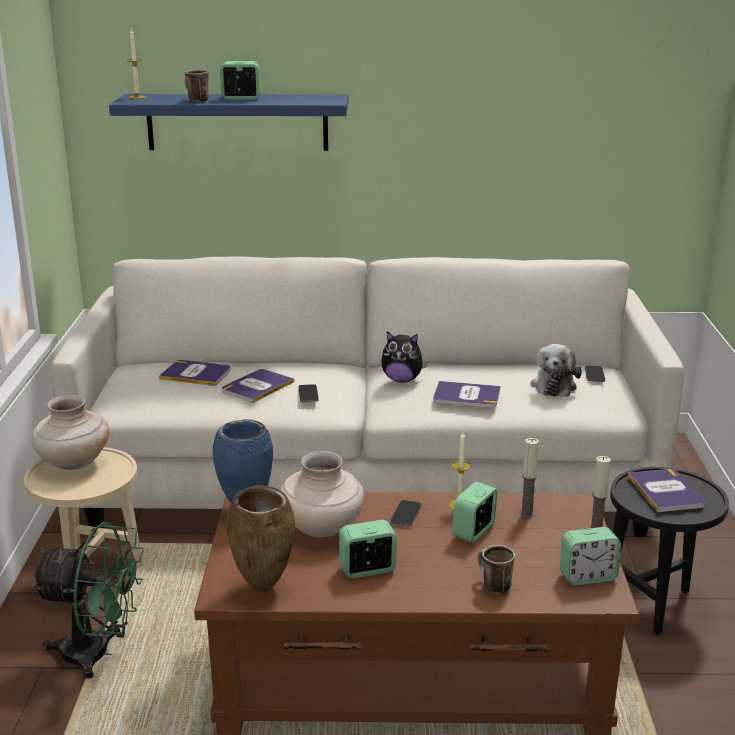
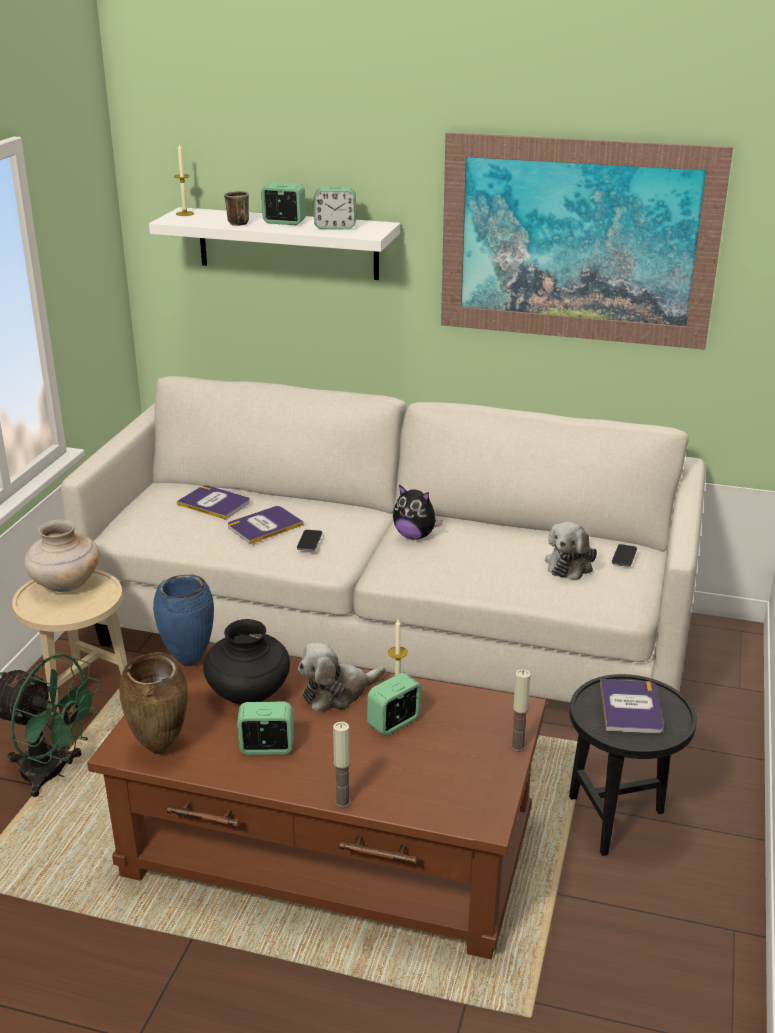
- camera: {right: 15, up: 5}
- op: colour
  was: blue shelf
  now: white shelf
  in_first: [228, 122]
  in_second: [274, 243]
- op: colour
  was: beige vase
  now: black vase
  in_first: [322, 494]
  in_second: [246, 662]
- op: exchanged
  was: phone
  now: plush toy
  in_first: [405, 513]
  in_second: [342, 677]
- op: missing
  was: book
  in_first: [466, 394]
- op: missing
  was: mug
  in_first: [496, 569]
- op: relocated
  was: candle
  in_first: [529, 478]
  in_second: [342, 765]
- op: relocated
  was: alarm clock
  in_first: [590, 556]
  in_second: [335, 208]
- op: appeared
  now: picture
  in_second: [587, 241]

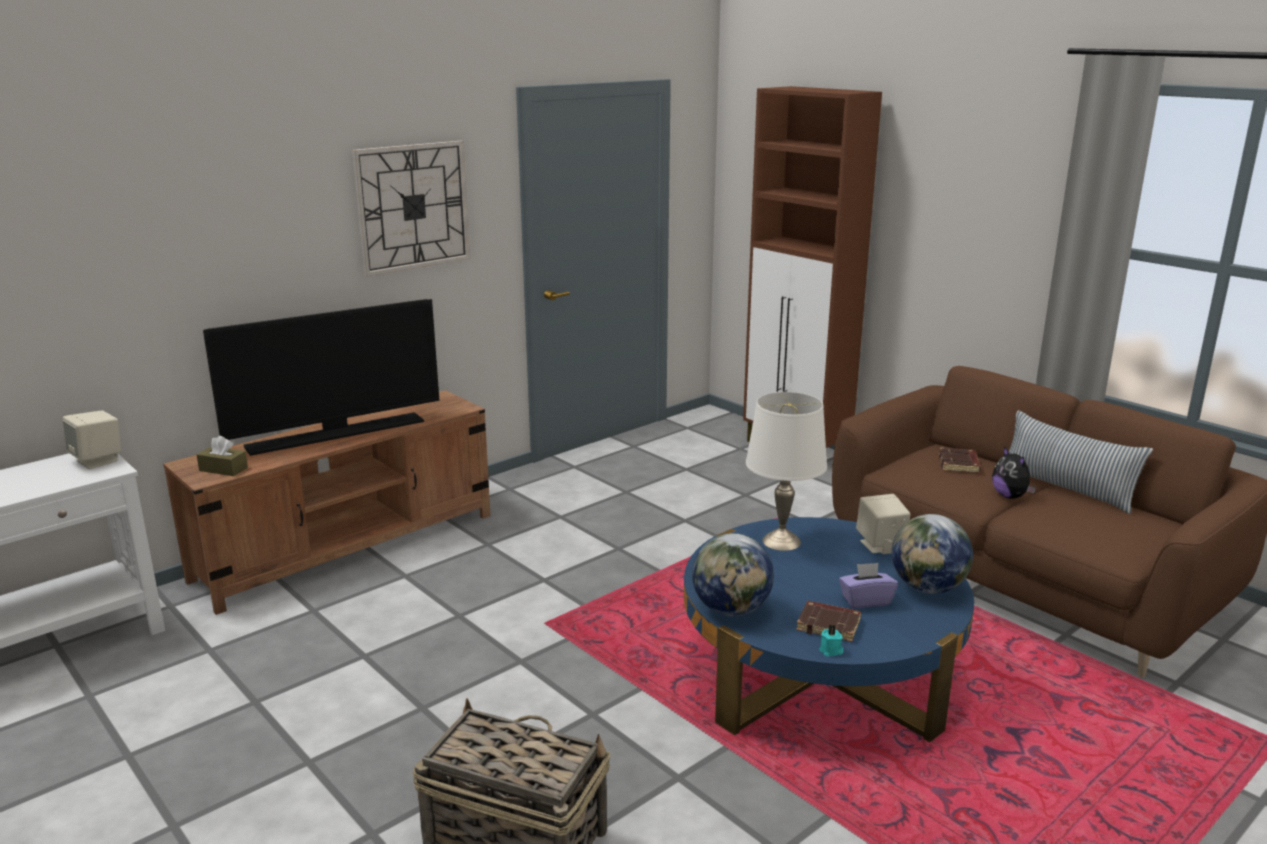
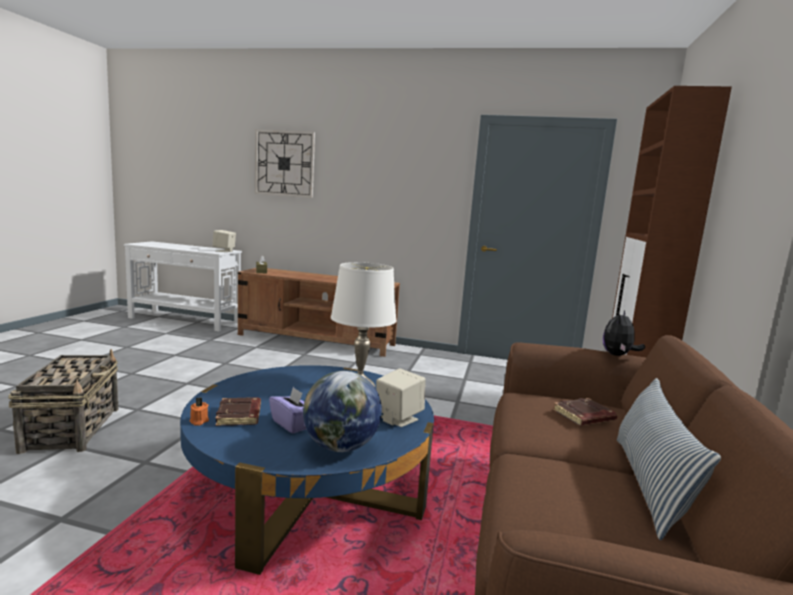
- camera: {right: 55, up: -10}
- op: missing
  was: television
  in_first: [321, 377]
- op: relocated
  was: wall clock
  in_first: [411, 208]
  in_second: [285, 164]
- op: missing
  was: globe
  in_first: [733, 574]
- op: colour
  was: turquoise candle
  now: orange candle
  in_first: [831, 640]
  in_second: [199, 412]
- op: relocated
  was: plush toy
  in_first: [1014, 472]
  in_second: [624, 333]

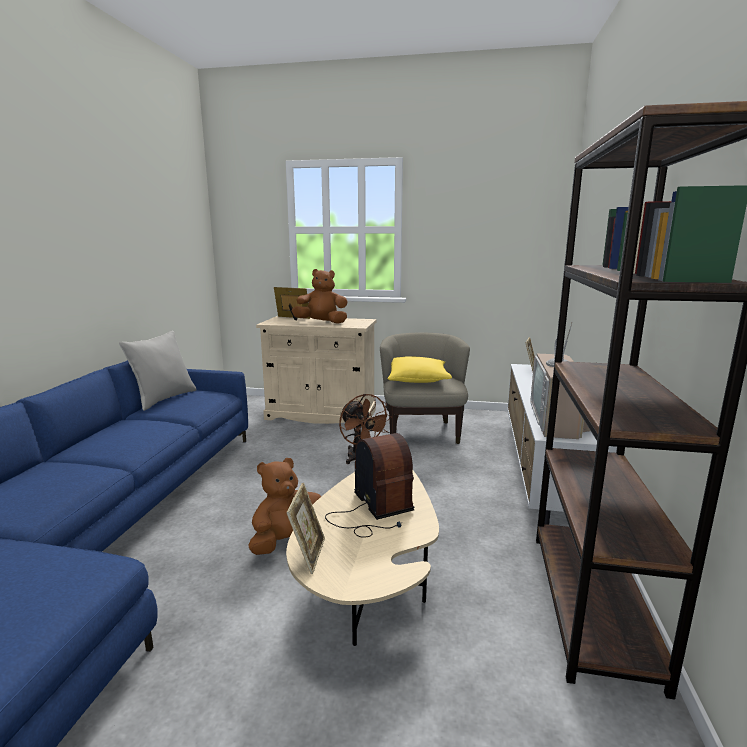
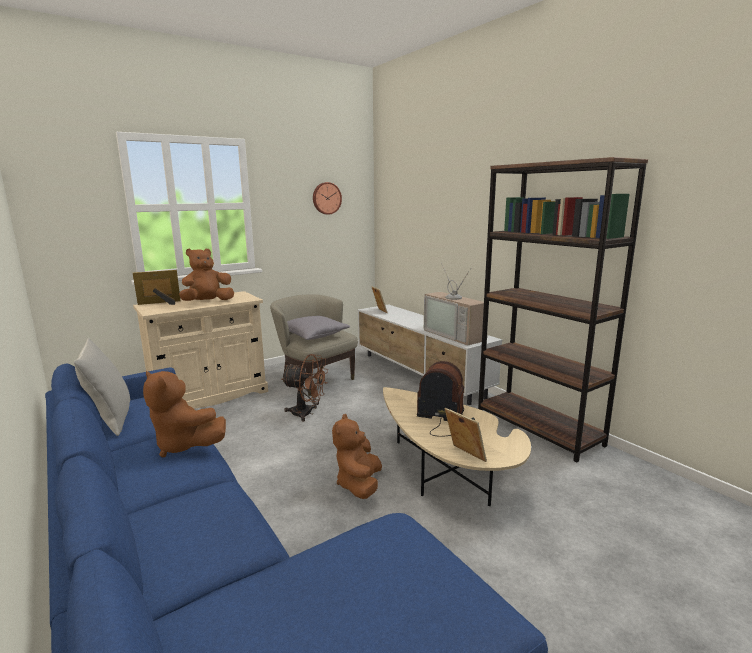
- camera: {right: -45, up: 0}
- op: colour
  was: yellow pillow
  now: grey pillow
  in_first: [419, 369]
  in_second: [318, 328]
- op: appeared
  now: brown plush toy
  in_second: [184, 414]
- op: appeared
  now: wall clock
  in_second: [327, 198]

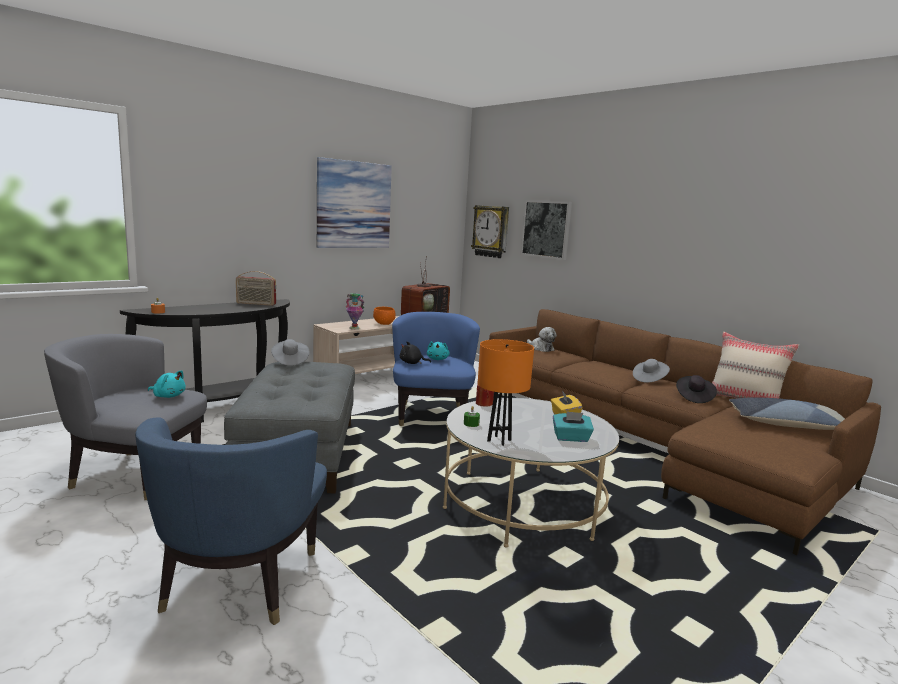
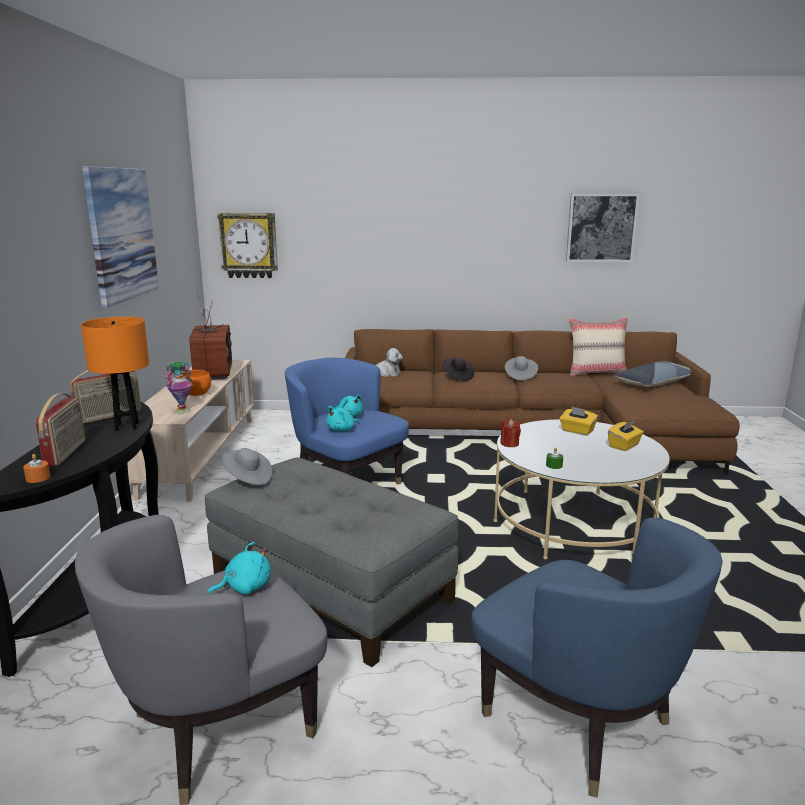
- camera: {right: -45, up: 5}
- op: colour
  was: black plush toy
  now: turquoise plush toy
  in_first: [415, 352]
  in_second: [343, 419]
- op: relocated
  was: orange table lamp
  in_first: [506, 392]
  in_second: [115, 374]
- op: relocated
  was: picture
  in_first: [546, 230]
  in_second: [603, 228]
- op: colour
  was: turquoise tissue box
  now: yellow tissue box
  in_first: [573, 426]
  in_second: [626, 435]
- op: relocated
  was: black hat
  in_first: [696, 389]
  in_second: [459, 369]
- op: appeared
  now: radio
  in_second: [60, 429]

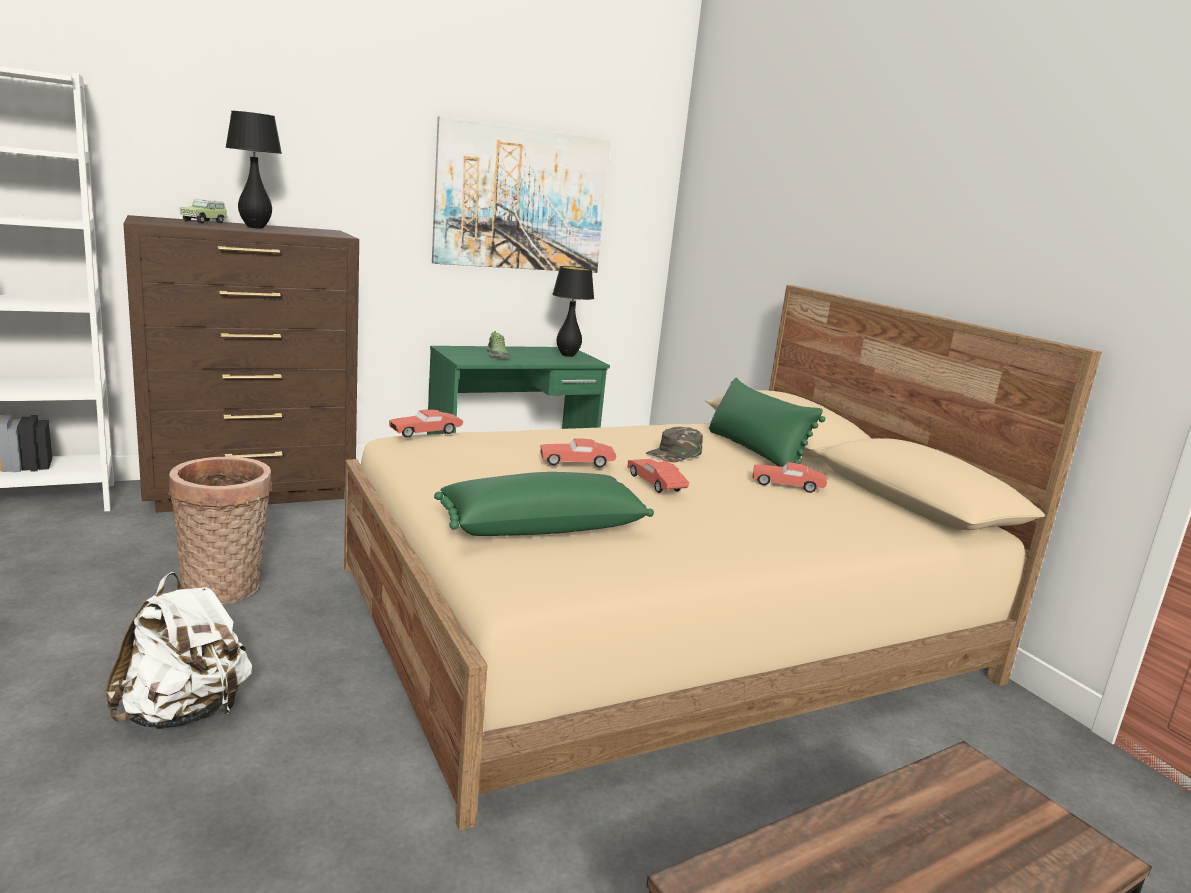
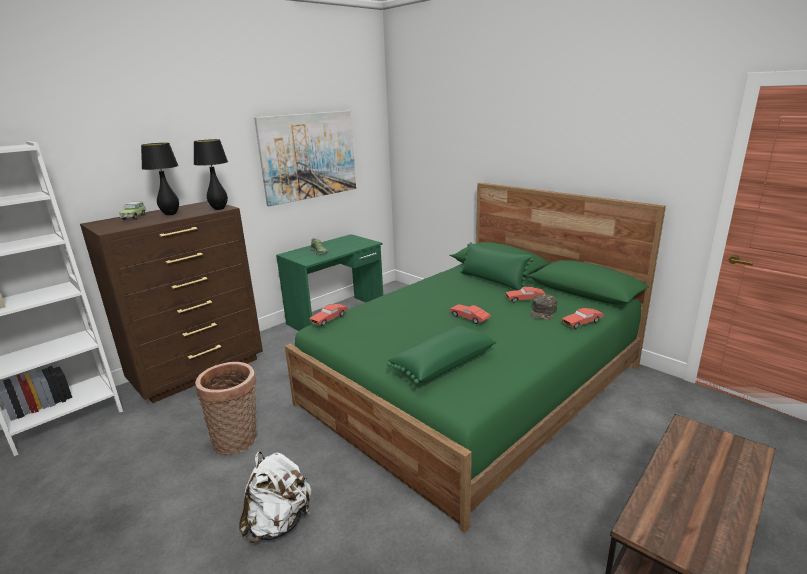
- camera: {right: -15, up: 5}
- op: colour
  was: beige bed
  now: green bed
  in_first: [723, 558]
  in_second: [475, 358]
- op: relocated
  was: red toy car
  in_first: [578, 452]
  in_second: [583, 318]
- op: relocated
  was: black table lamp
  in_first: [573, 311]
  in_second: [211, 174]
- op: relocated
  was: green cap
  in_first: [674, 444]
  in_second: [543, 307]

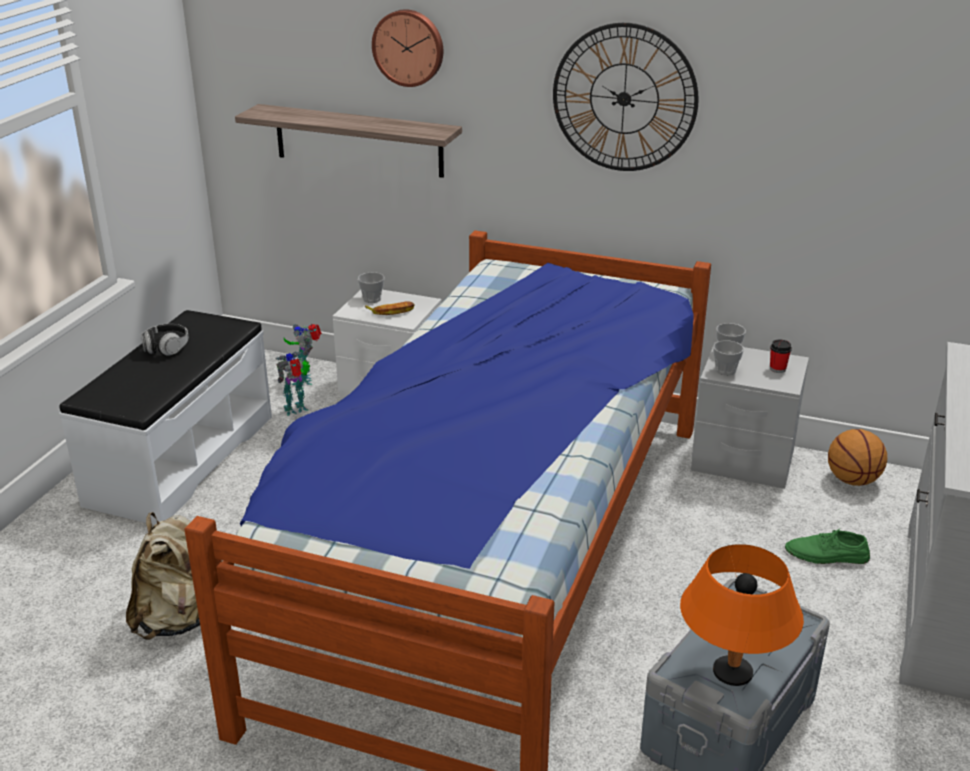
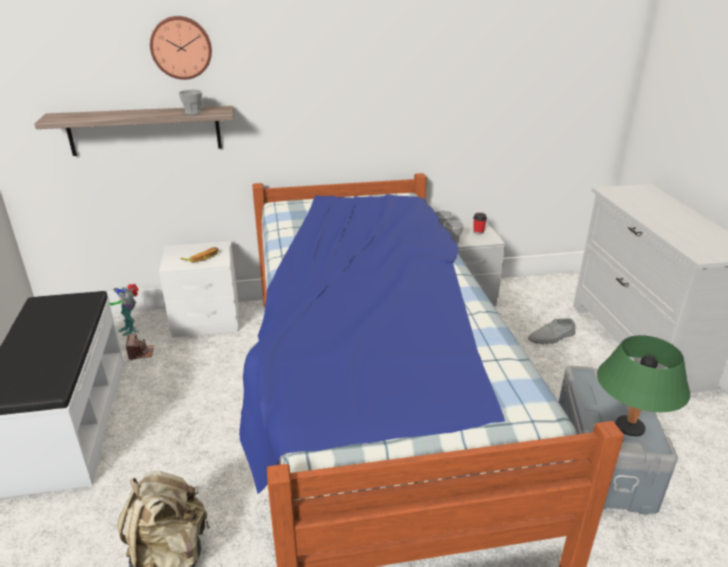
- camera: {right: -30, up: 0}
- op: missing
  was: headphones
  in_first: [165, 340]
- op: exchanged
  was: toy robot
  now: photo camera
  in_first: [292, 384]
  in_second: [140, 347]
- op: relocated
  was: cup
  in_first: [371, 287]
  in_second: [190, 102]
- op: missing
  was: wall clock
  in_first: [626, 97]
- op: colour
  was: orange table lamp
  now: green table lamp
  in_first: [742, 615]
  in_second: [643, 385]
- op: colour
  was: green shoe
  now: grey shoe
  in_first: [827, 546]
  in_second: [551, 331]
- op: missing
  was: basketball
  in_first: [857, 457]

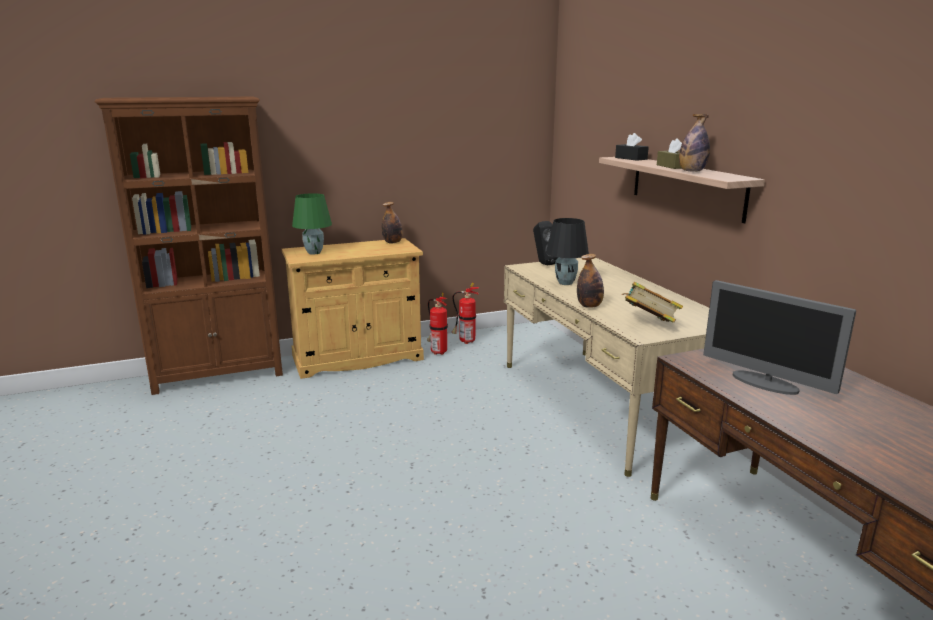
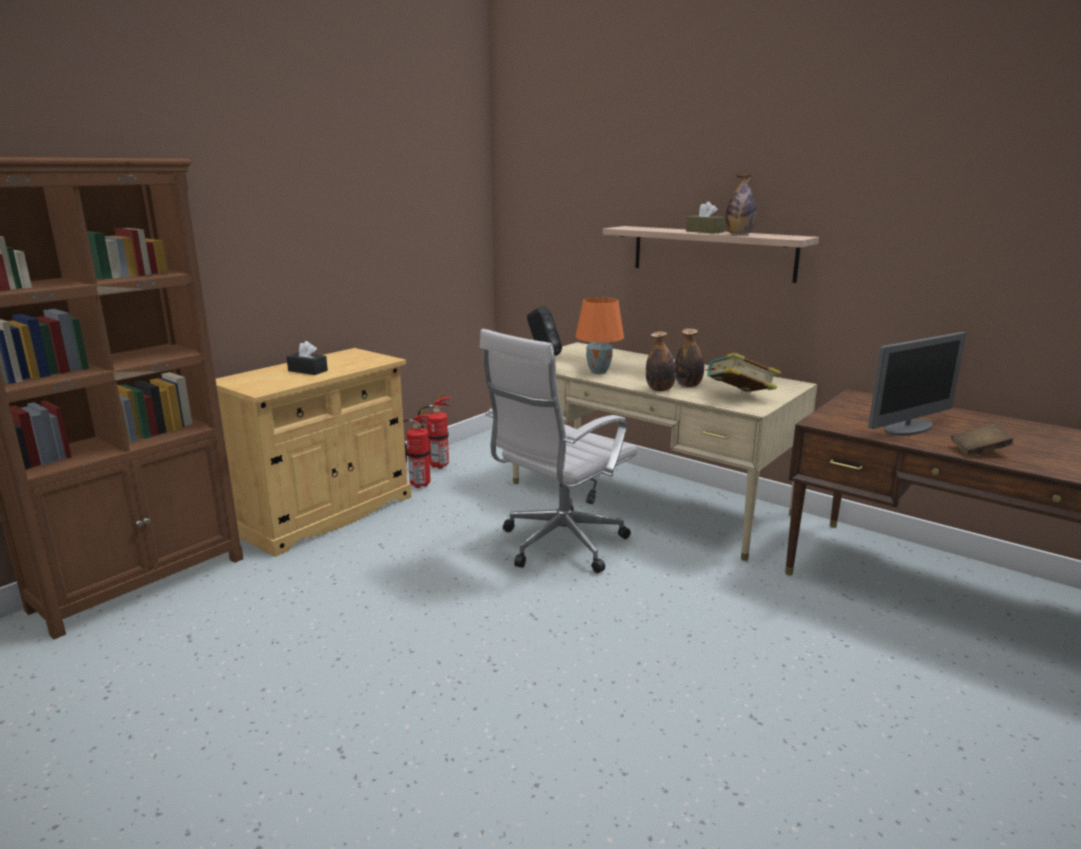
- camera: {right: -30, up: 0}
- op: missing
  was: green table lamp
  in_first: [312, 224]
- op: relocated
  was: bottle
  in_first: [392, 223]
  in_second: [689, 357]
- op: colour
  was: black table lamp
  now: orange table lamp
  in_first: [567, 251]
  in_second: [599, 335]
- op: relocated
  was: black tissue box
  in_first: [632, 147]
  in_second: [307, 358]
- op: spun
  was: monitor
  in_first: [779, 337]
  in_second: [917, 384]
  clockwise: -45
- op: appeared
  now: white office chair
  in_second: [558, 451]
- op: appeared
  now: brown book
  in_second: [982, 439]

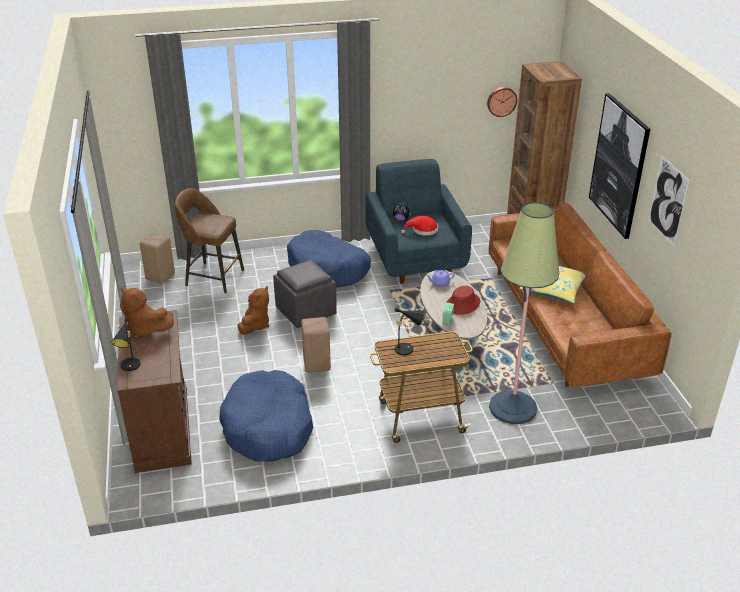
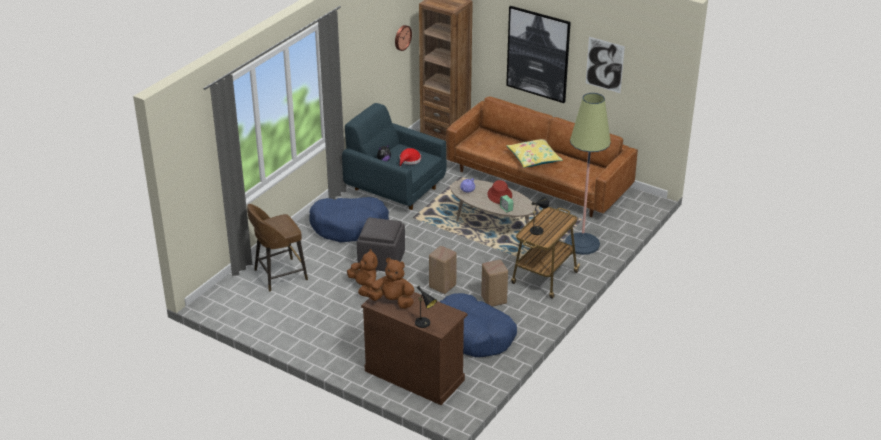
- camera: {right: -45, up: 0}
- op: spun
  was: brown plush toy
  in_first: [147, 313]
  in_second: [391, 283]
  clockwise: -150
- op: relocated
  was: beige stool
  in_first: [157, 258]
  in_second: [494, 283]

